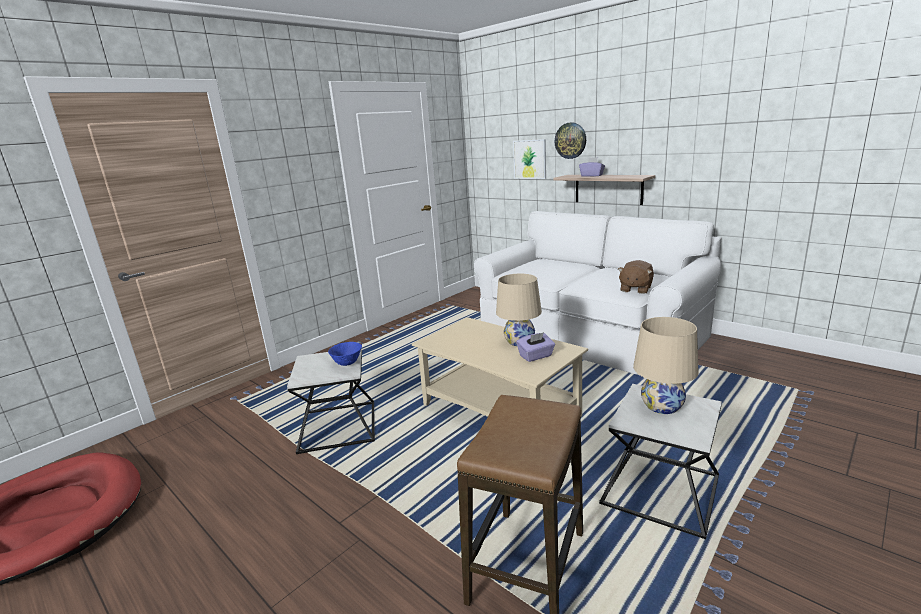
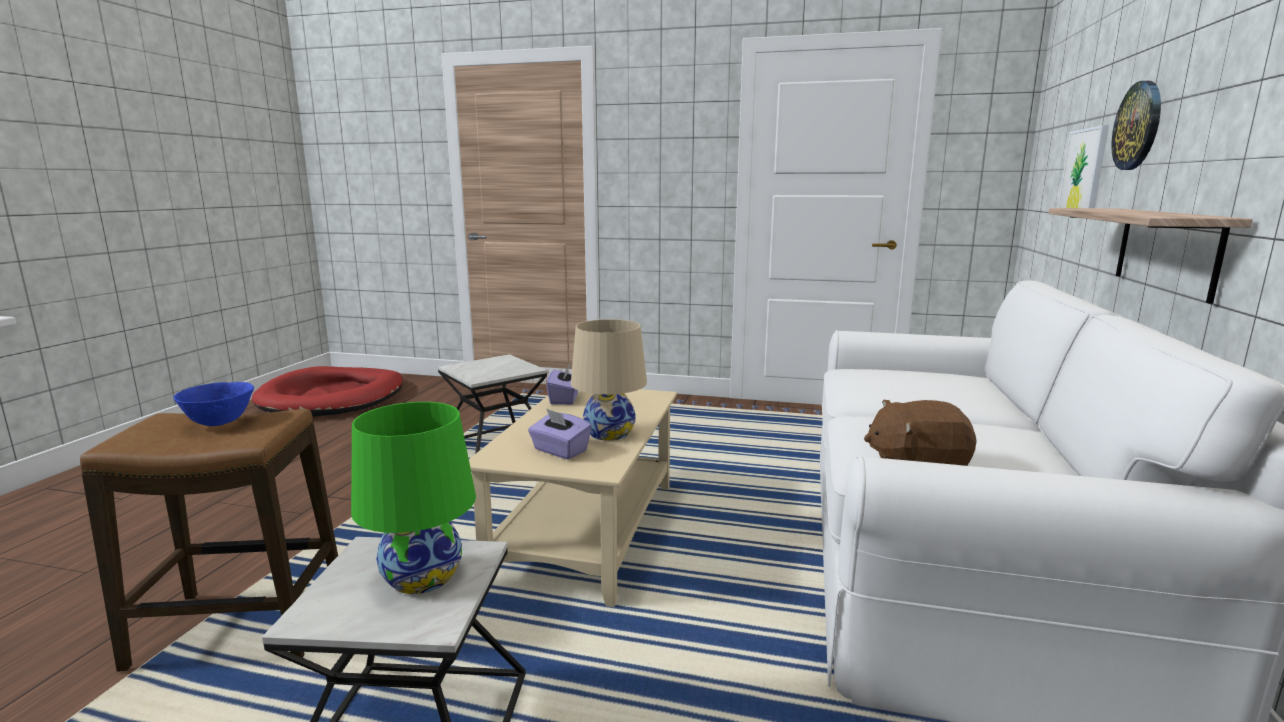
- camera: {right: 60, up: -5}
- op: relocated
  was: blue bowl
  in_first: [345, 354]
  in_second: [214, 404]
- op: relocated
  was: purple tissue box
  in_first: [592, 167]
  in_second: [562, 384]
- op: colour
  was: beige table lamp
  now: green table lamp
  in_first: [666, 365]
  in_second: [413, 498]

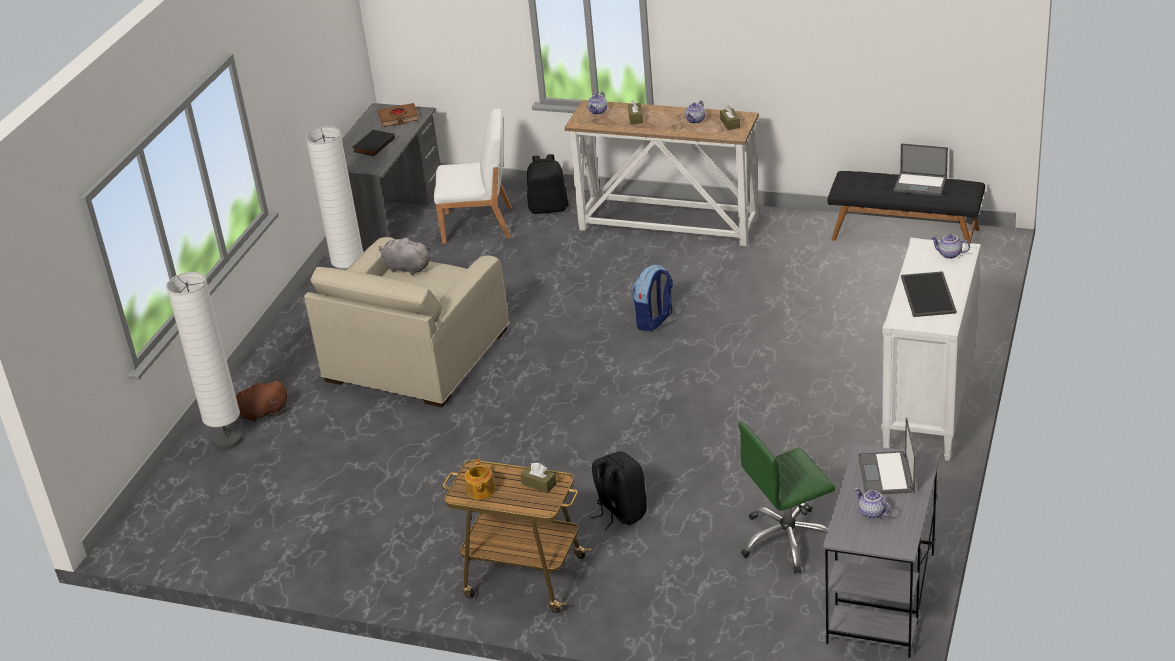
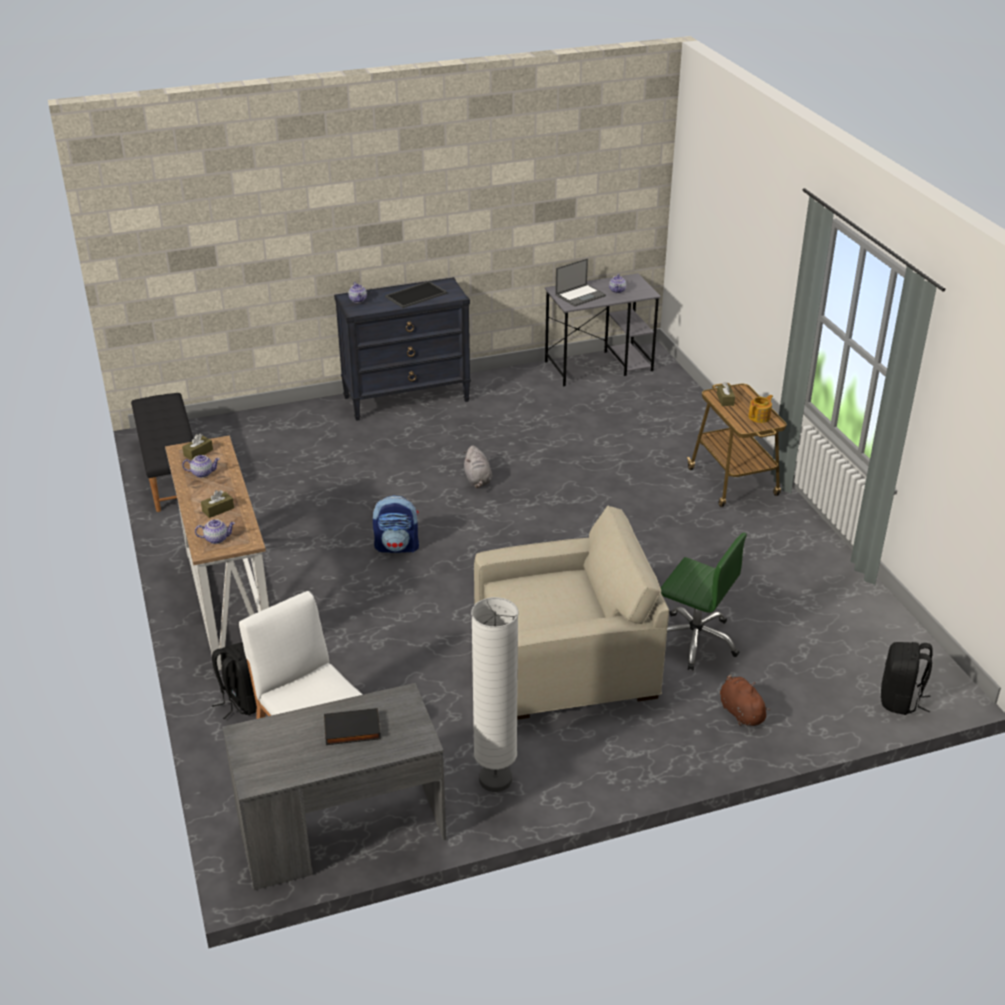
- camera: {right: -130, up: 0}
- op: missing
  was: white floor lamp
  in_first: [204, 361]
- op: spun
  was: brown plush toy
  in_first: [261, 402]
  in_second: [745, 700]
  clockwise: -150
- op: missing
  was: brown book
  in_first: [398, 115]
- op: relocated
  was: grey plush toy
  in_first: [405, 256]
  in_second: [478, 466]
- op: relocated
  was: black backpack
  in_first: [619, 490]
  in_second: [907, 678]
- op: relocated
  was: green office chair
  in_first: [786, 498]
  in_second: [704, 601]
- op: colour
  was: white dresser
  now: black dresser
  in_first: [931, 349]
  in_second: [402, 349]
- op: missing
  was: laptop
  in_first: [921, 169]

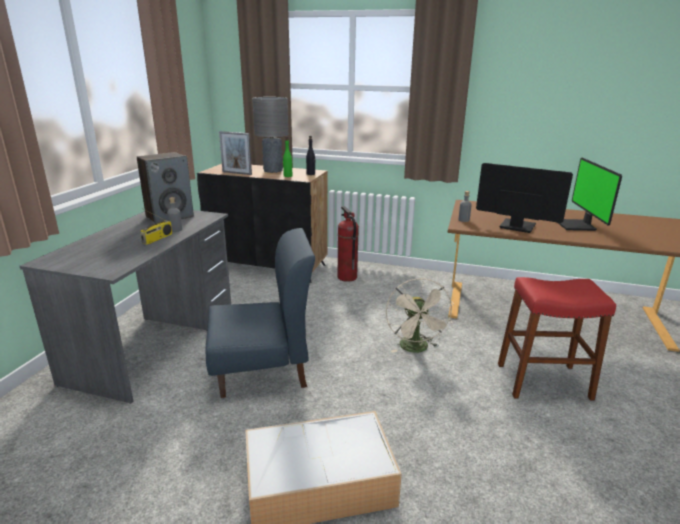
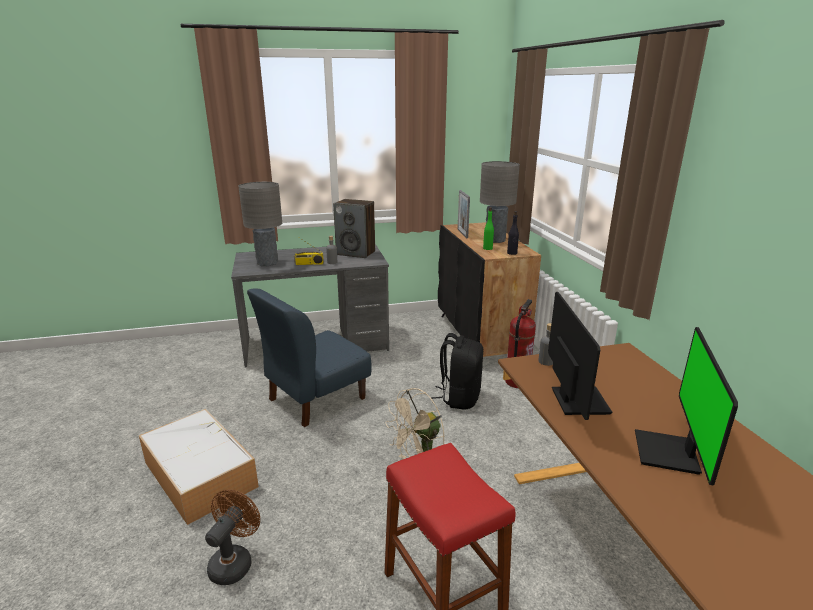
- camera: {right: 60, up: 0}
- op: spun
  was: blue chair
  in_first: [260, 313]
  in_second: [309, 357]
  clockwise: 90
- op: spun
  was: monitor
  in_first: [590, 194]
  in_second: [686, 406]
  clockwise: -45
- op: appeared
  now: brown fan
  in_second: [232, 537]
- op: appeared
  now: grey table lamp
  in_second: [260, 224]
- op: appeared
  now: black backpack
  in_second: [457, 371]

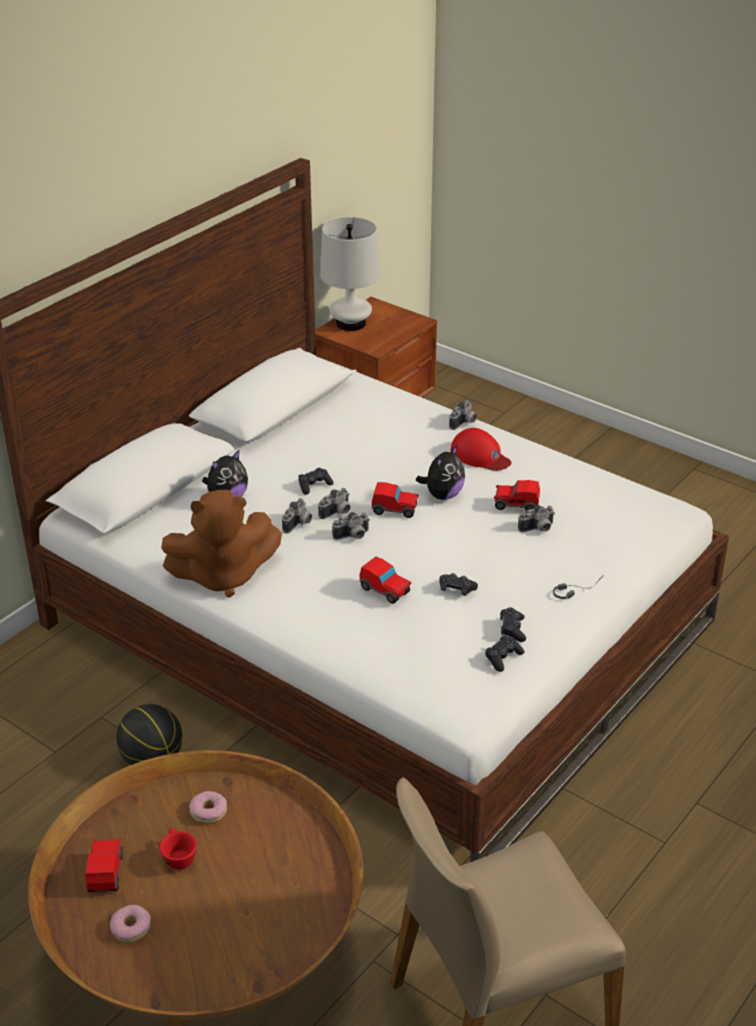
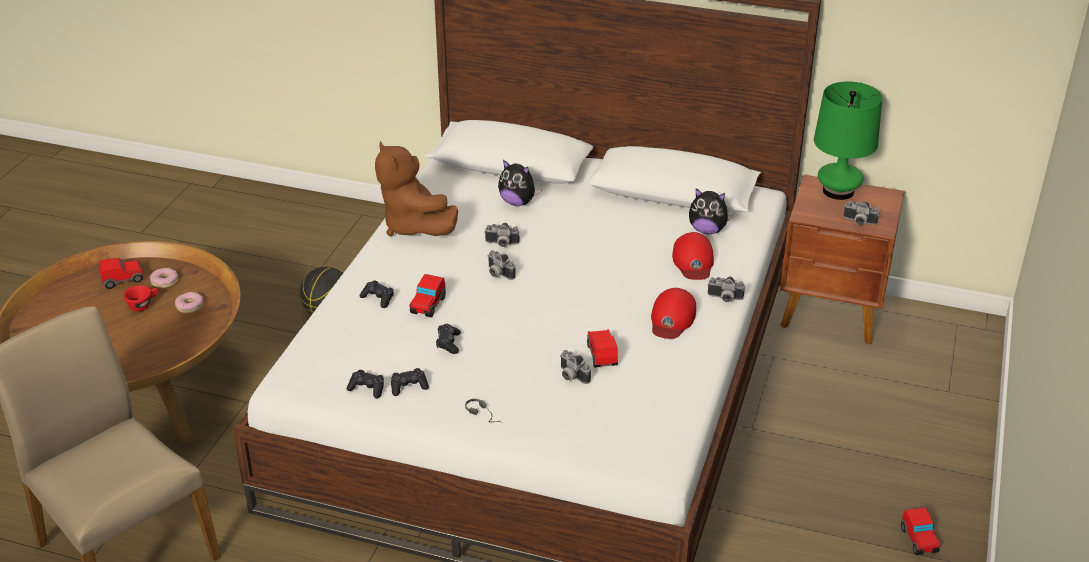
- camera: {right: 70, up: 0}
- op: relocated
  was: donut
  in_first: [130, 924]
  in_second: [164, 278]
- op: relocated
  was: black game controller
  in_first: [316, 481]
  in_second: [377, 294]
- op: relocated
  was: photo camera
  in_first: [334, 503]
  in_second: [861, 213]
- op: colour
  was: white table lamp
  now: green table lamp
  in_first: [350, 274]
  in_second: [848, 141]
- op: relocated
  was: toy car
  in_first: [395, 500]
  in_second: [921, 531]
- op: relocated
  was: plush toy
  in_first: [440, 472]
  in_second: [711, 211]
- op: appeared
  now: red cap
  in_second: [693, 256]

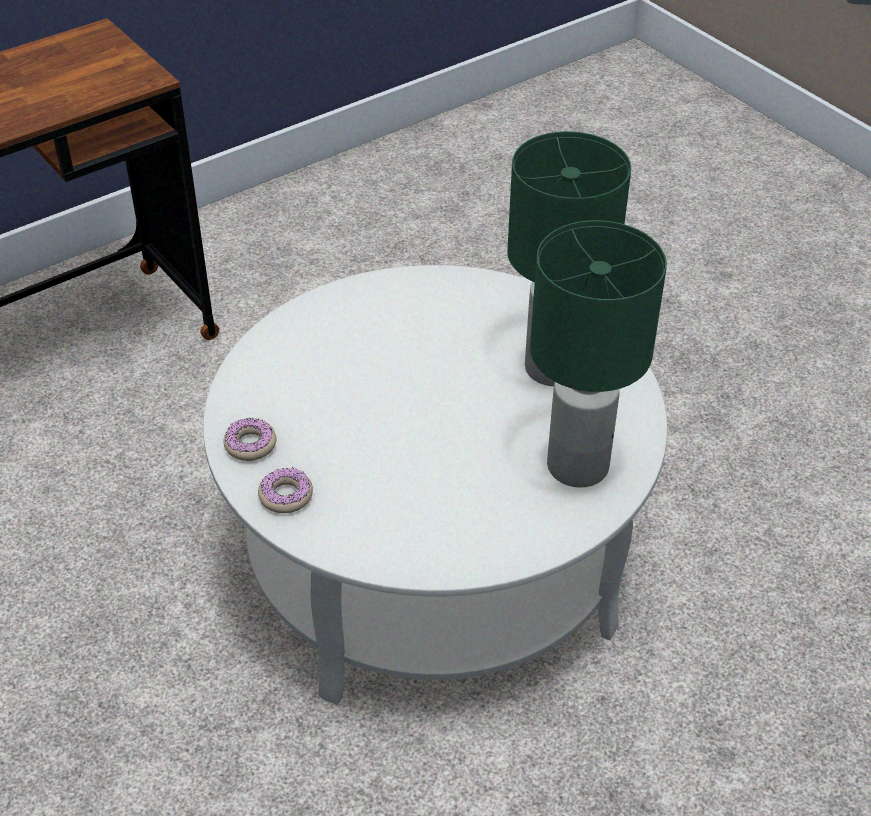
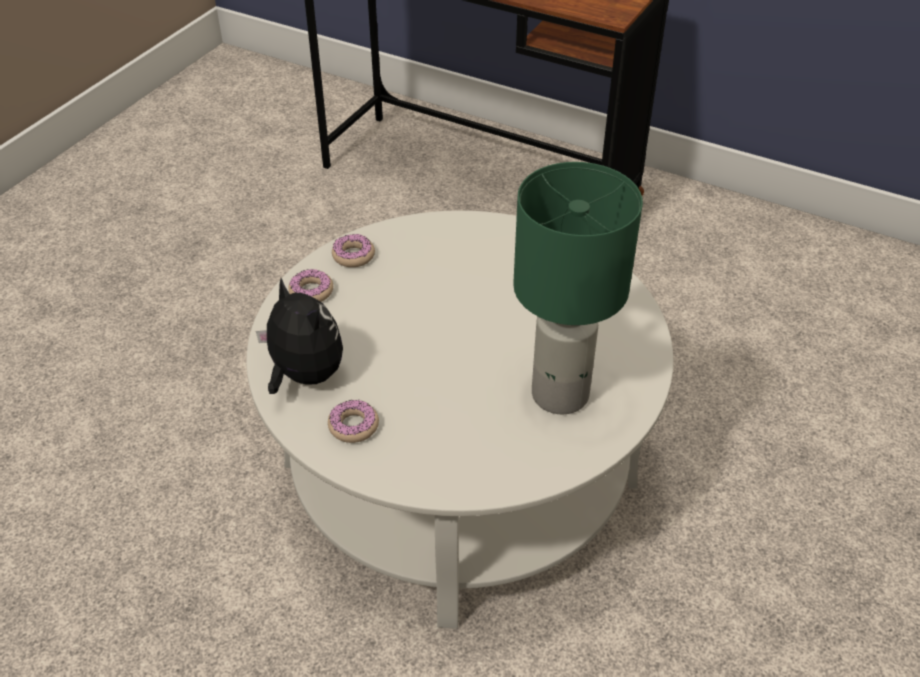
- camera: {right: 65, up: 0}
- op: missing
  was: green table lamp
  in_first: [598, 354]
- op: appeared
  now: plush toy
  in_second: [299, 336]
- op: appeared
  now: donut
  in_second: [353, 421]

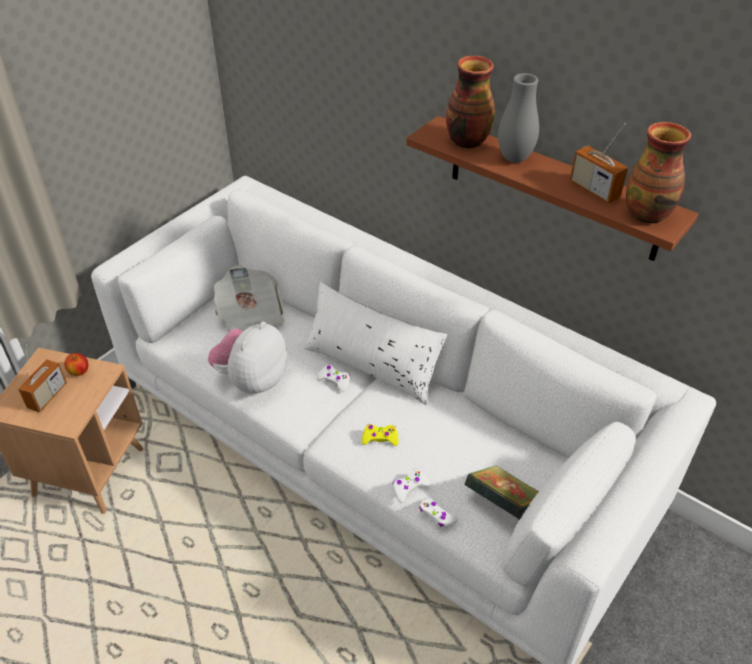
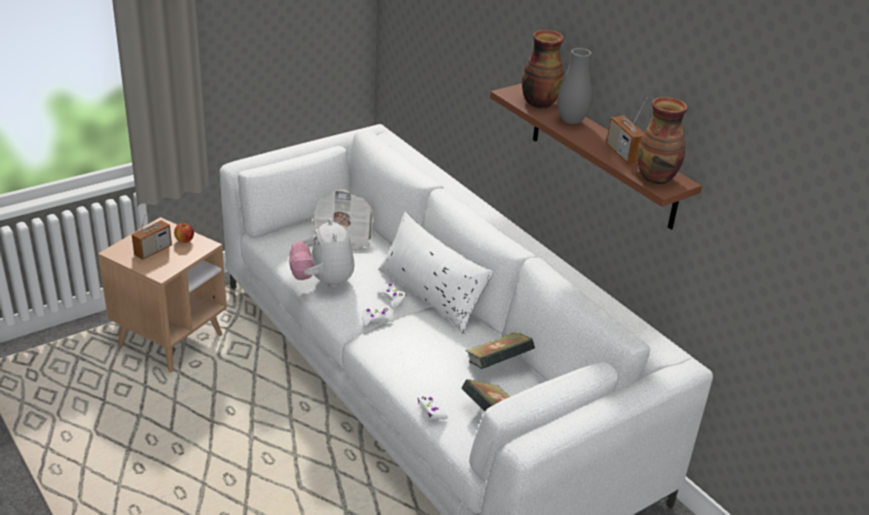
- camera: {right: 15, up: -10}
- op: spun
  was: plush toy
  in_first: [247, 357]
  in_second: [322, 253]
  clockwise: -60
- op: missing
  was: yellow game controller
  in_first: [380, 435]
- op: relocated
  was: white game controller
  in_first: [412, 486]
  in_second: [378, 316]
- op: appeared
  now: book
  in_second: [500, 351]

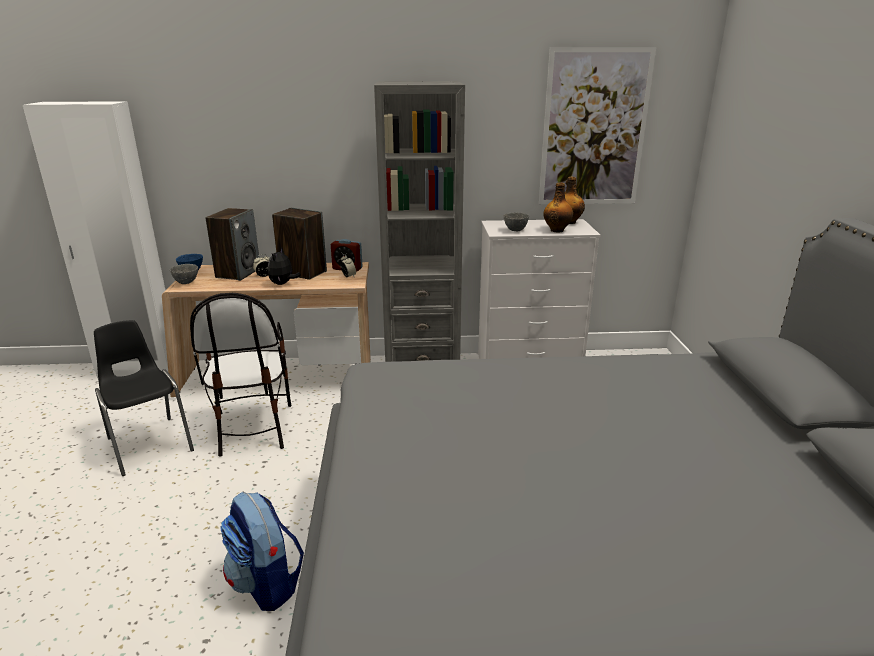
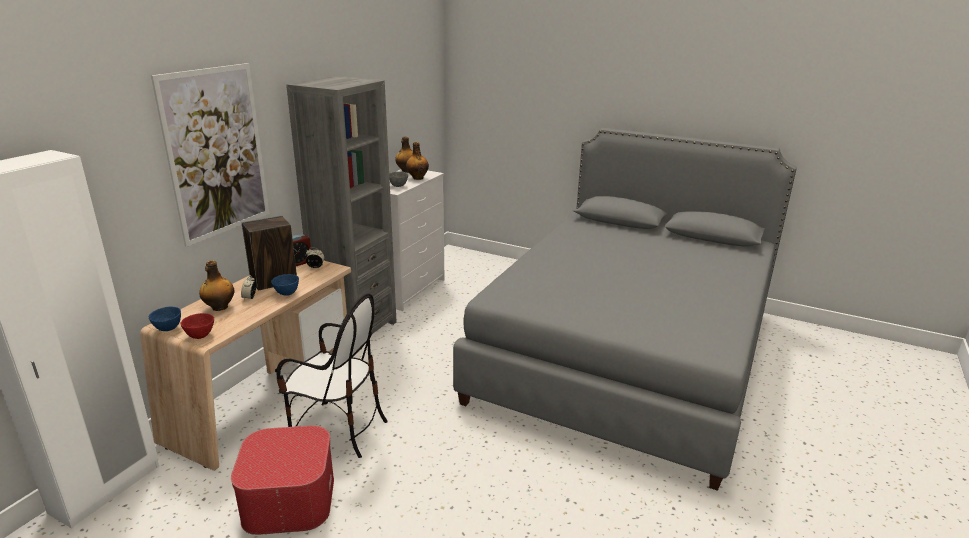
- camera: {right: -60, up: 0}
- op: exchanged
  was: black chair
  now: ottoman
  in_first: [144, 398]
  in_second: [282, 480]
- op: colour
  was: grey bowl
  now: red bowl
  in_first: [184, 274]
  in_second: [197, 326]
- op: exchanged
  was: speaker
  now: bottle
  in_first: [232, 244]
  in_second: [216, 285]
- op: missing
  was: backpack
  in_first: [262, 551]
- op: exchanged
  was: plush toy
  now: blue bowl
  in_first: [284, 266]
  in_second: [285, 285]
- op: relocated
  was: picture
  in_first: [597, 125]
  in_second: [210, 155]

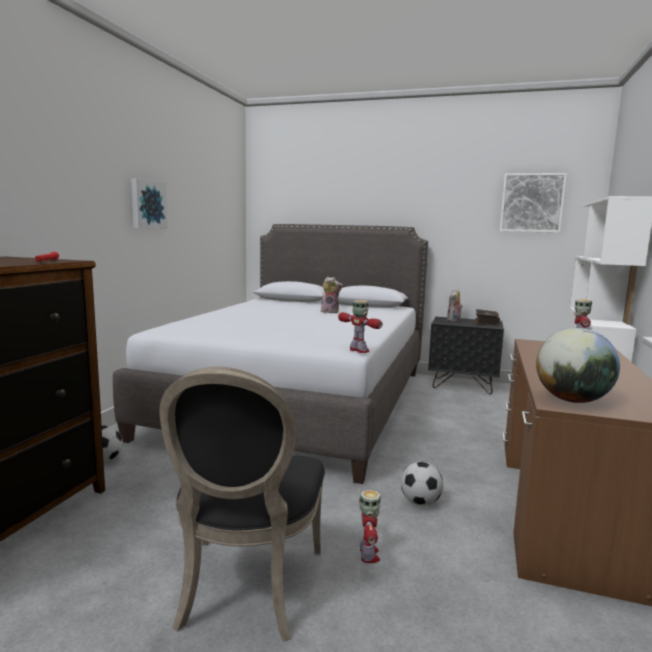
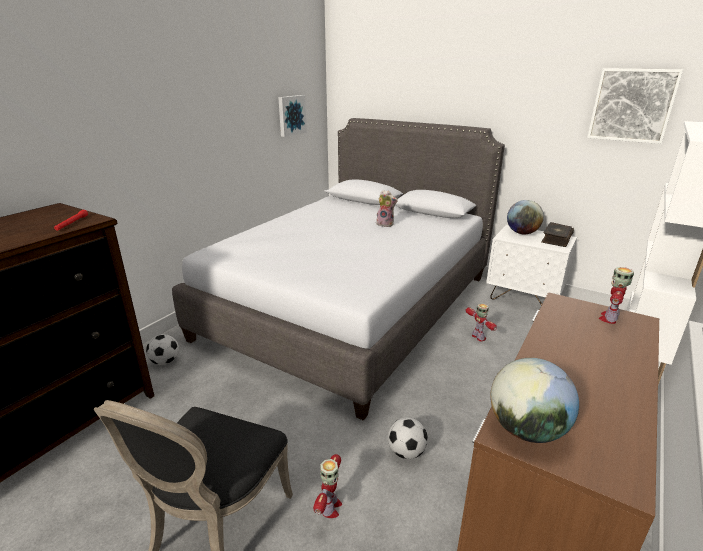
- camera: {right: 15, up: 15}
- op: relocated
  was: picture
  in_first: [149, 203]
  in_second: [292, 116]
- op: relocated
  was: toy robot
  in_first: [360, 326]
  in_second: [481, 322]
- op: colour
  was: black nightstand
  now: white nightstand
  in_first: [466, 355]
  in_second: [531, 265]
- op: exchanged
  was: plush toy
  now: globe
  in_first: [455, 304]
  in_second: [525, 217]

